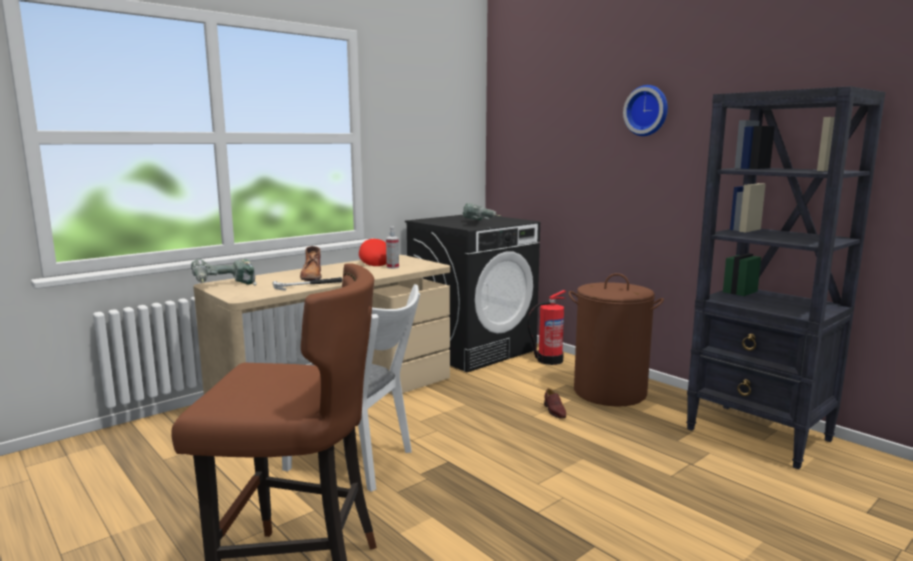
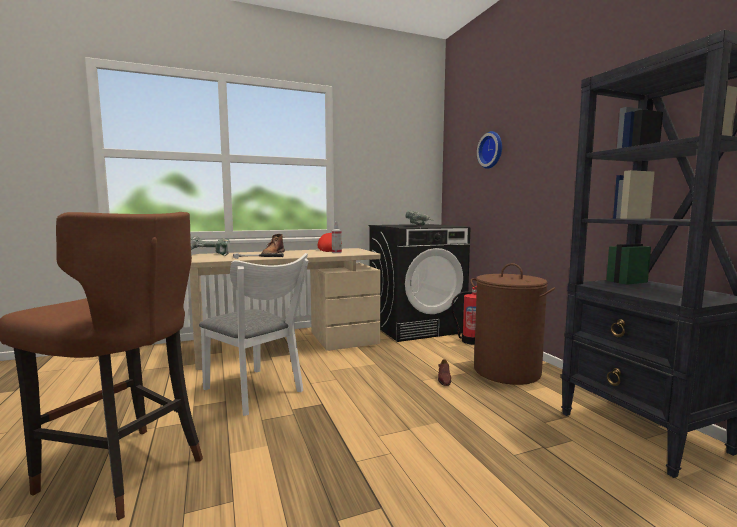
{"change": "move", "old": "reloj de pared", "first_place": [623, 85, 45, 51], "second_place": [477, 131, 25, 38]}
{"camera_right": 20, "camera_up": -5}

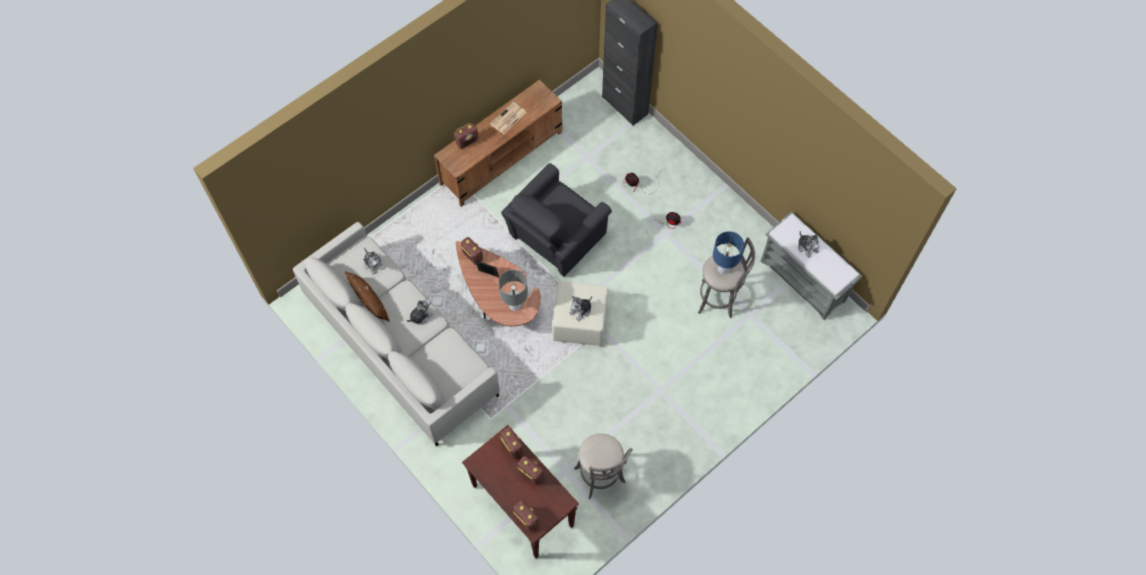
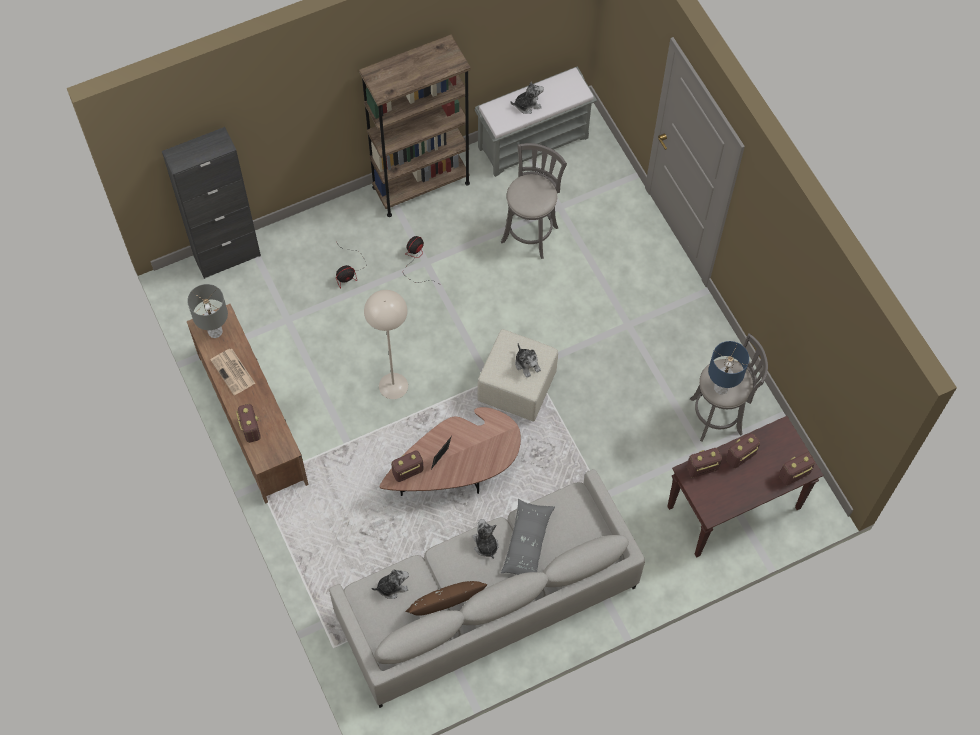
{"change": "replace", "old": "sillón [gris]", "new": "lámpara de pie [beis]", "first_place": [501, 163, 111, 113], "second_place": [364, 290, 44, 109]}
{"change": "move", "old": "lámpara de mesa [azul]", "first_place": [713, 231, 31, 44], "second_place": [708, 341, 41, 54]}
{"change": "move", "old": "lámpara de mesa [gris]", "first_place": [499, 270, 29, 41], "second_place": [187, 284, 41, 54]}
{"change": "insert", "new": "estantería [marrón]", "second_place": [359, 34, 112, 183]}
{"change": "insert", "new": "cojín [gris]", "second_place": [501, 499, 54, 76]}
{"camera_right": -75, "camera_up": 0}

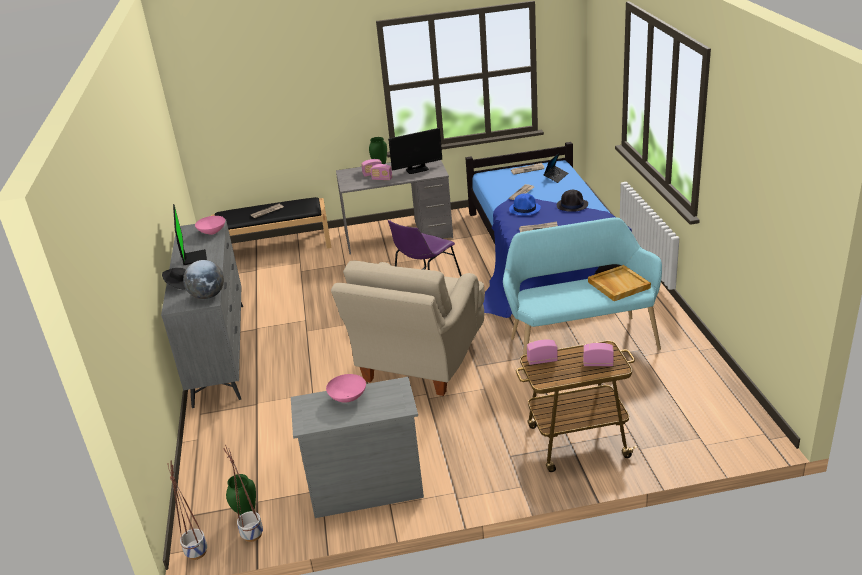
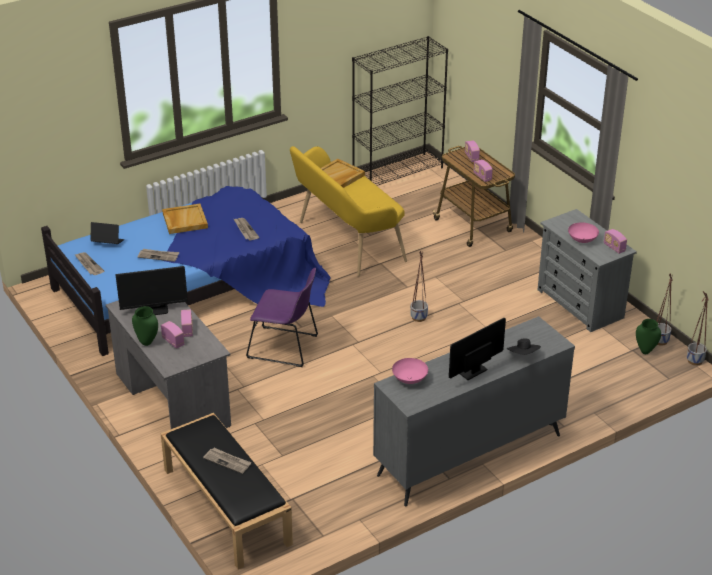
{"change": "rotate", "old": "monitor", "first_place": [388, 128, 54, 46], "second_place": [116, 266, 72, 49], "degrees": 120}
{"change": "replace", "old": "sombrero [negro]", "new": "bandeja [beis]", "first_place": [557, 190, 31, 22], "second_place": [162, 204, 46, 30]}
{"change": "delete", "old": "sombrero [azul]", "first_place": [509, 193, 32, 22]}
{"change": "recolor", "old": "banco [turquesa]", "new": "banco [amarillo]", "first_place": [503, 217, 159, 157], "second_place": [290, 146, 117, 130]}
{"change": "delete", "old": "globo terráqueo", "first_place": [183, 260, 41, 39]}
{"change": "replace", "old": "sillón [beis]", "new": "maceta", "first_place": [331, 261, 154, 135], "second_place": [410, 251, 18, 71]}
{"change": "insert", "new": "estantería [negro]", "second_place": [352, 36, 96, 150]}
{"change": "insert", "new": "radio", "second_place": [604, 229, 23, 25]}
{"camera_right": -115, "camera_up": 5}

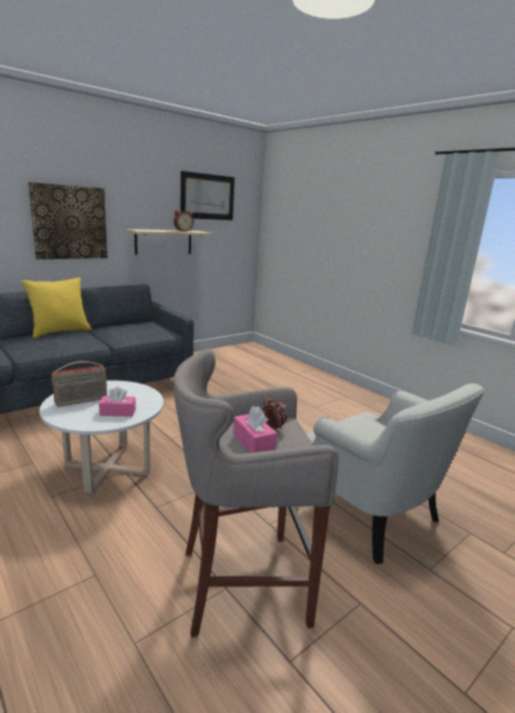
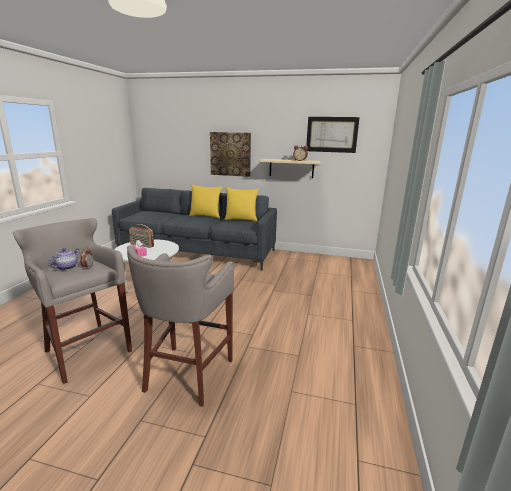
{"change": "replace", "old": "sillón [blanco]", "new": "taburete [gris]", "first_place": [306, 383, 179, 181], "second_place": [127, 245, 107, 162]}
{"change": "replace", "old": "caja de pañuelos [rosa]", "new": "tetera", "first_place": [233, 406, 44, 47], "second_place": [48, 248, 31, 22]}
{"change": "insert", "new": "cojín [amarillo]", "second_place": [224, 187, 35, 35]}
{"camera_right": 55, "camera_up": 0}

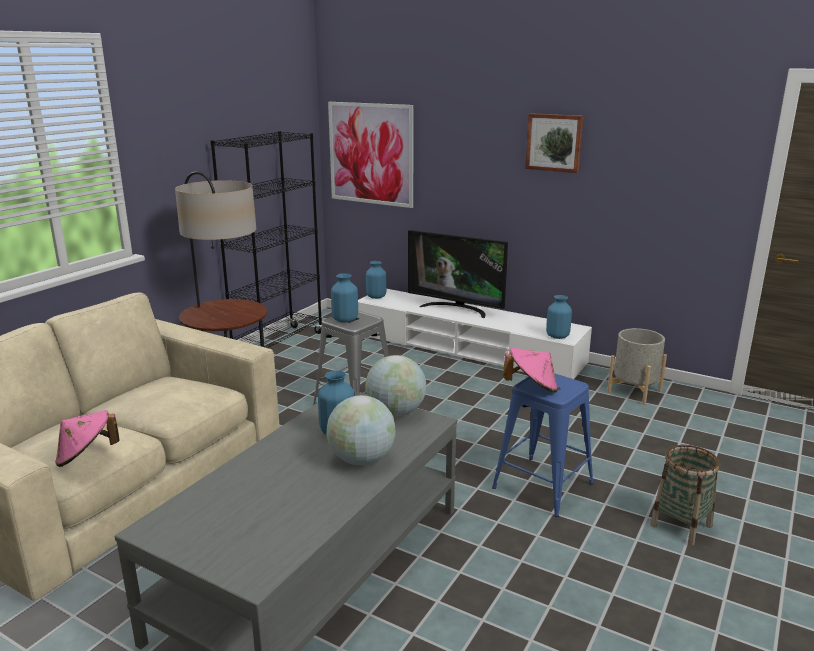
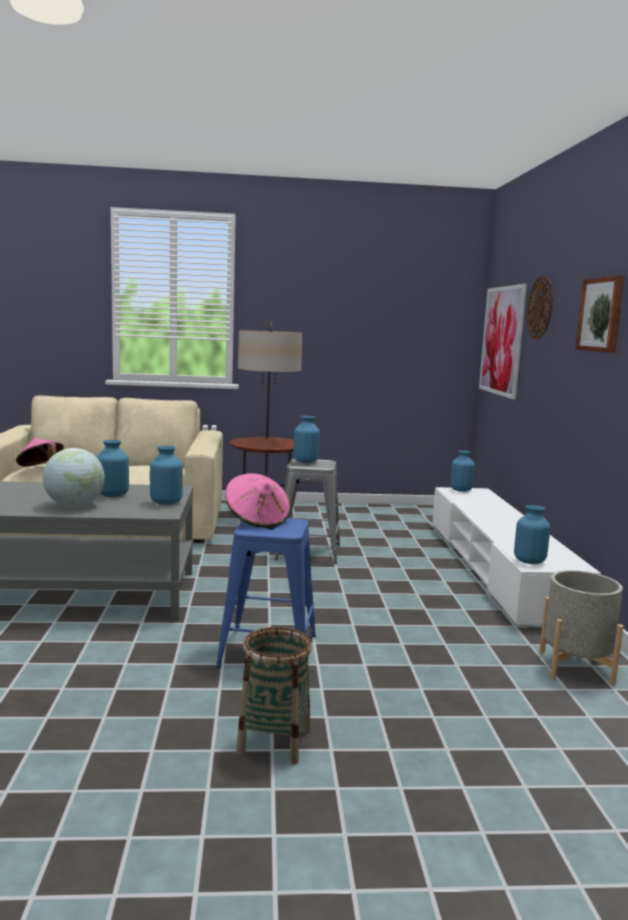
{"change": "delete", "old": "estantería [negro]", "first_place": [210, 131, 112, 217]}
{"change": "delete", "old": "televisor", "first_place": [408, 230, 100, 88]}
{"change": "replace", "old": "globo terráqueo", "new": "florero [azul]", "first_place": [365, 355, 61, 62], "second_place": [150, 446, 33, 59]}
{"change": "insert", "new": "reloj de pared", "second_place": [527, 276, 26, 63]}
{"camera_right": 55, "camera_up": -10}

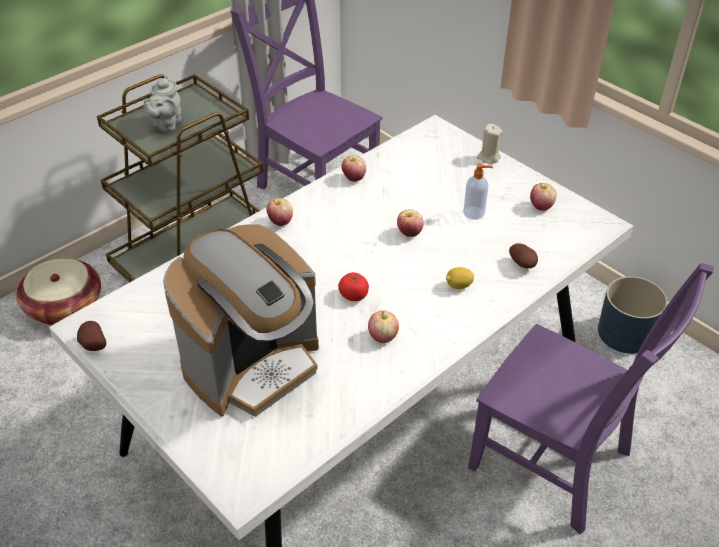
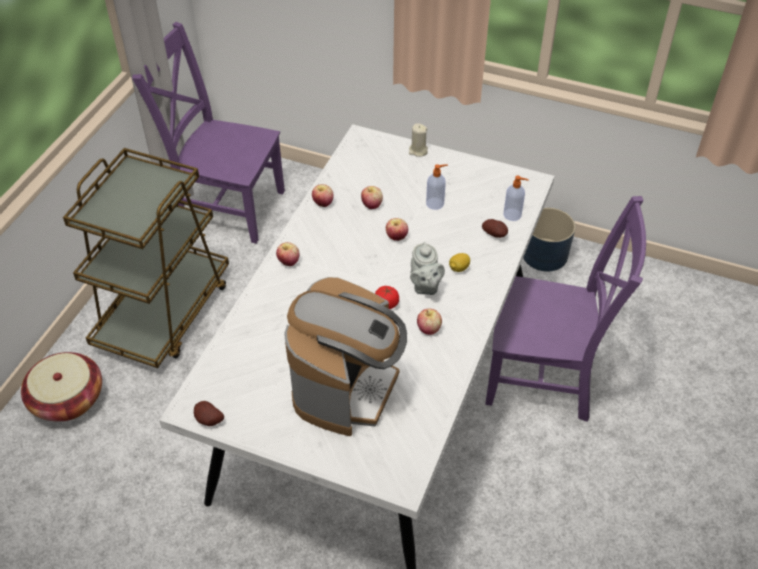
{"change": "move", "old": "tetera [gris]", "first_place": [144, 76, 38, 56], "second_place": [410, 242, 35, 53]}
{"change": "move", "old": "manzana", "first_place": [530, 183, 26, 28], "second_place": [361, 186, 22, 23]}
{"change": "insert", "new": "dispensador de jabón", "second_place": [503, 175, 26, 46]}
{"camera_right": -25, "camera_up": 5}

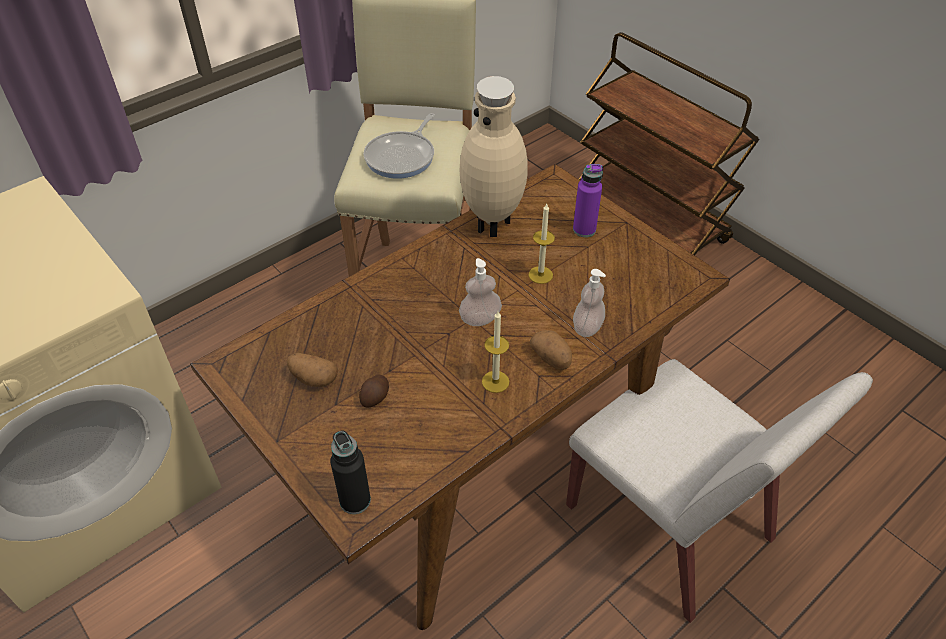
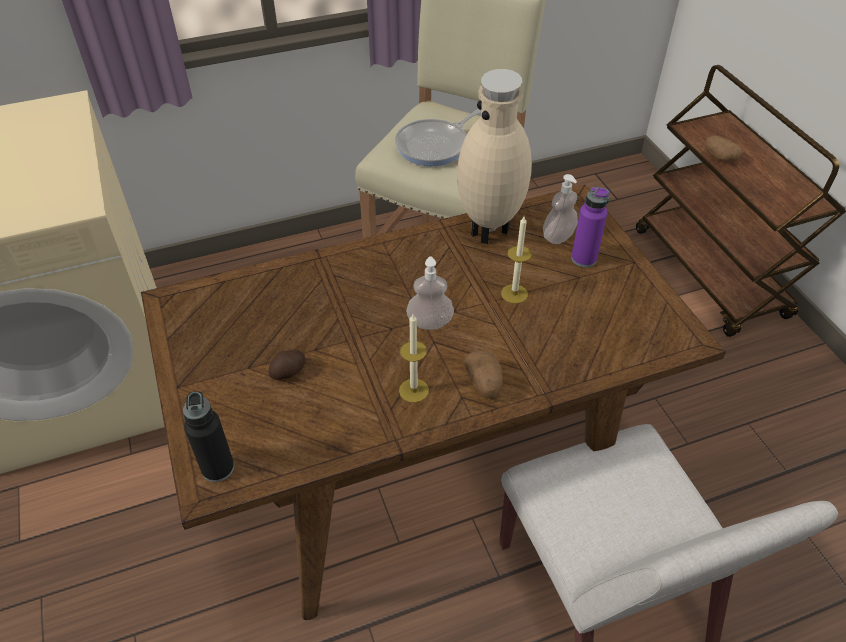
{"change": "move", "old": "dispensador de jabón", "first_place": [573, 269, 33, 68], "second_place": [543, 174, 35, 70]}
{"change": "move", "old": "patata", "first_place": [287, 353, 51, 34], "second_place": [705, 135, 37, 27]}
{"camera_right": 20, "camera_up": 0}

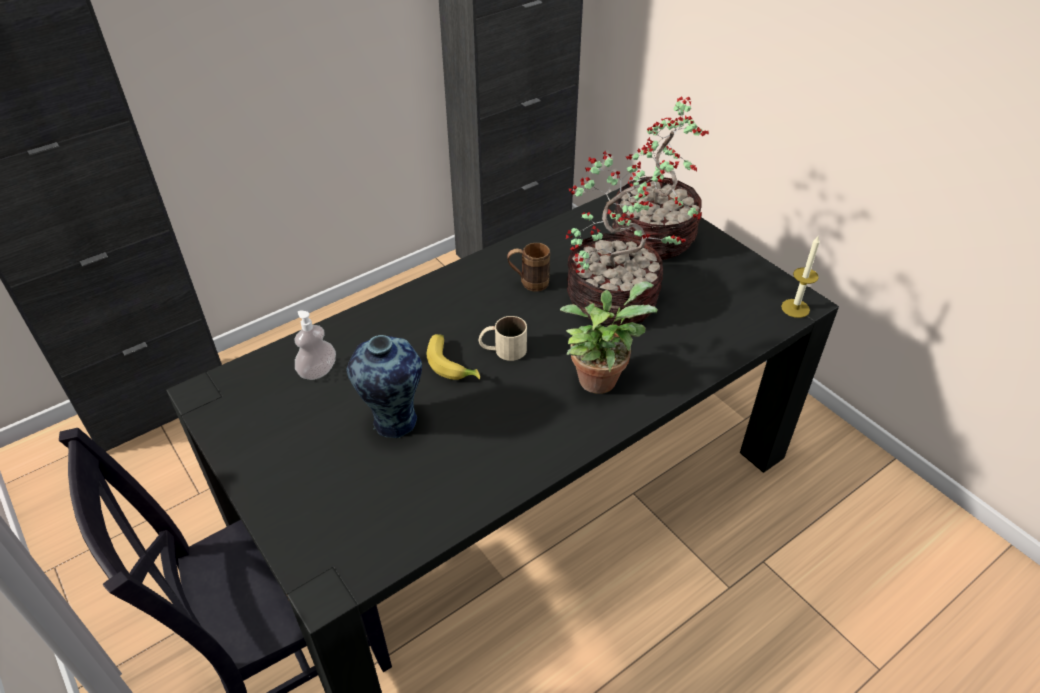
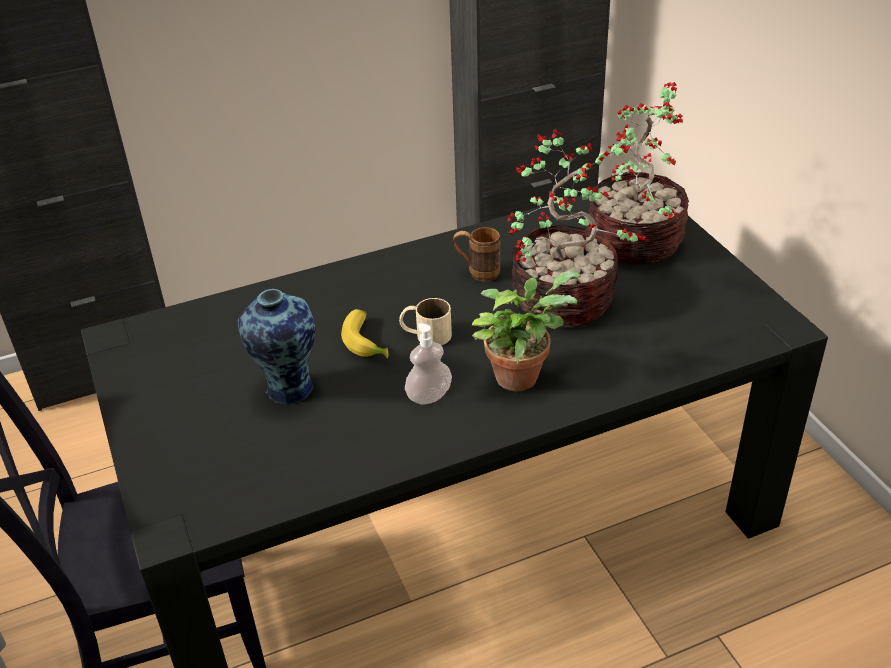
{"change": "delete", "old": "vela", "first_place": [781, 235, 39, 83]}
{"change": "move", "old": "dispensador de jabón", "first_place": [295, 310, 41, 70], "second_place": [405, 323, 47, 82]}
{"camera_right": 15, "camera_up": -5}

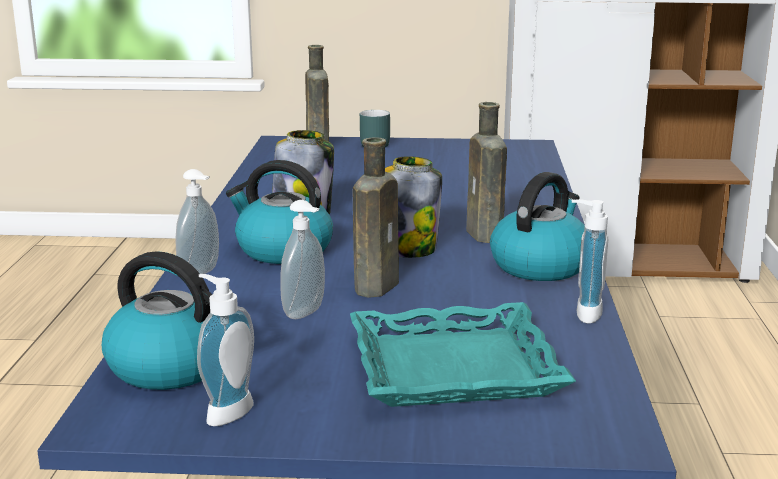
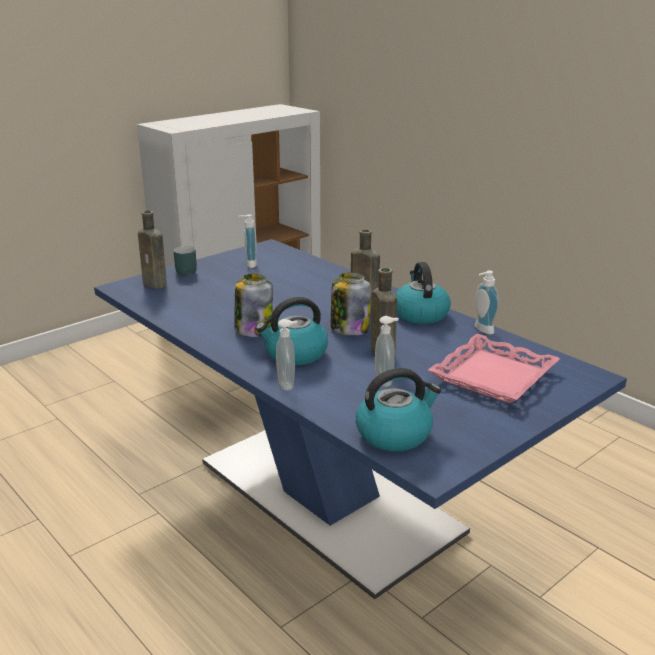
{"change": "move", "old": "dispensador de jabón", "first_place": [197, 274, 57, 152], "second_place": [238, 214, 19, 54]}
{"change": "recolor", "old": "bandeja [turquesa]", "new": "bandeja [rosa]", "first_place": [350, 302, 226, 105], "second_place": [428, 334, 132, 69]}
{"camera_right": -45, "camera_up": 5}

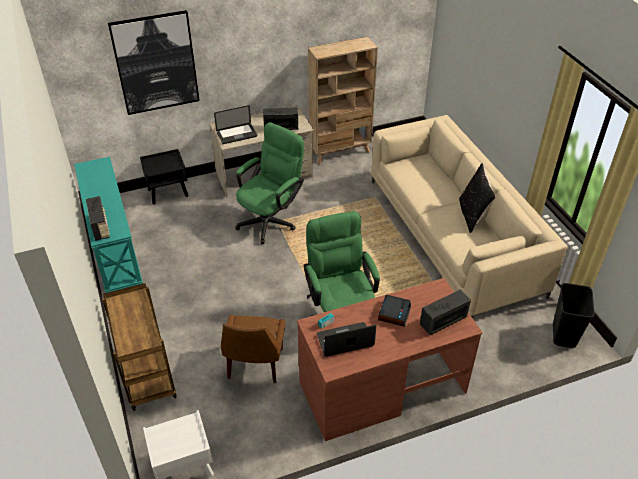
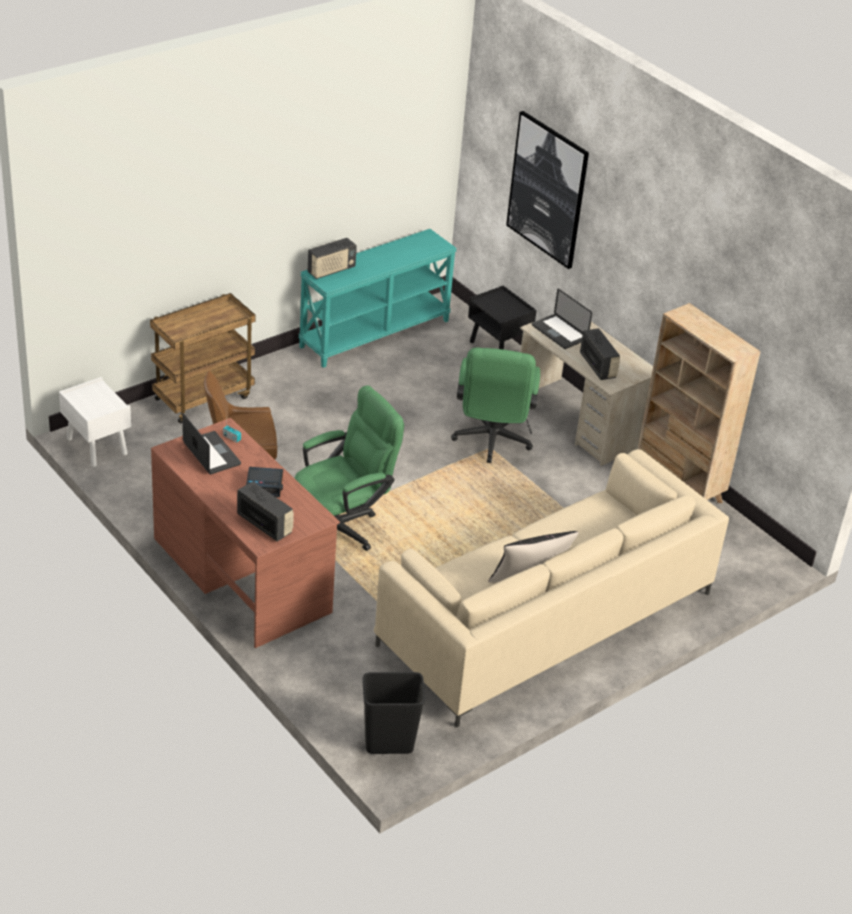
{"change": "rotate", "old": "silla de oficina [verde]", "first_place": [235, 122, 69, 122], "second_place": [451, 347, 89, 116], "degrees": 75}
{"camera_right": 70, "camera_up": -5}

